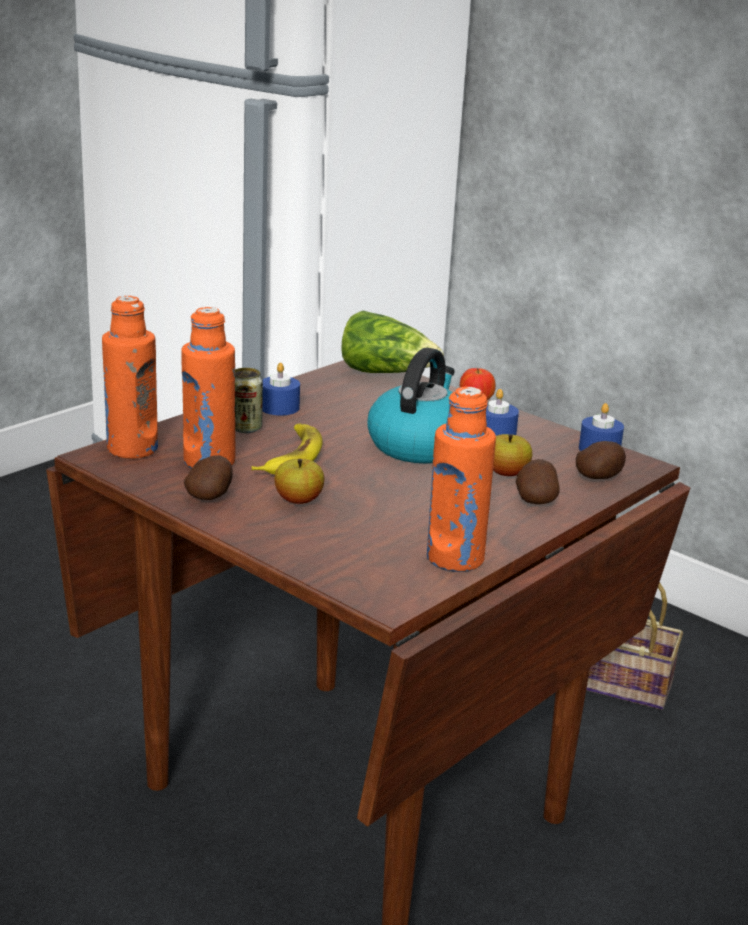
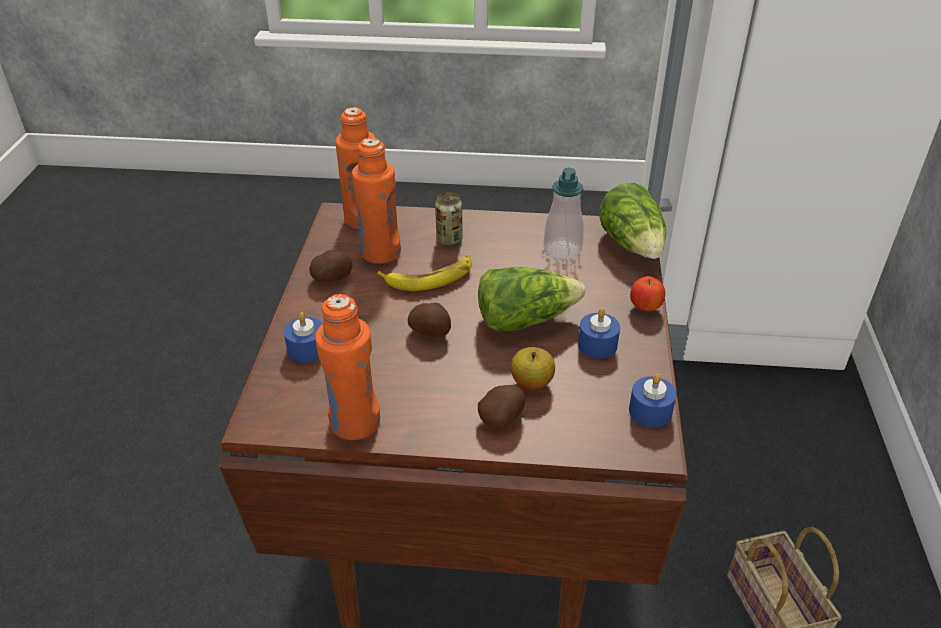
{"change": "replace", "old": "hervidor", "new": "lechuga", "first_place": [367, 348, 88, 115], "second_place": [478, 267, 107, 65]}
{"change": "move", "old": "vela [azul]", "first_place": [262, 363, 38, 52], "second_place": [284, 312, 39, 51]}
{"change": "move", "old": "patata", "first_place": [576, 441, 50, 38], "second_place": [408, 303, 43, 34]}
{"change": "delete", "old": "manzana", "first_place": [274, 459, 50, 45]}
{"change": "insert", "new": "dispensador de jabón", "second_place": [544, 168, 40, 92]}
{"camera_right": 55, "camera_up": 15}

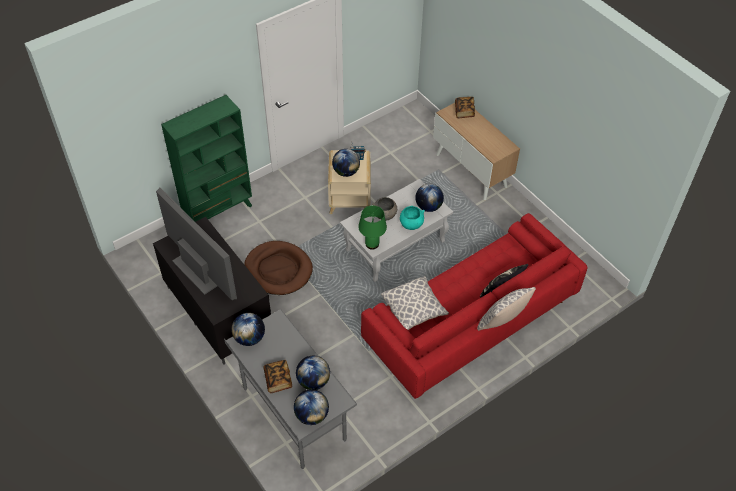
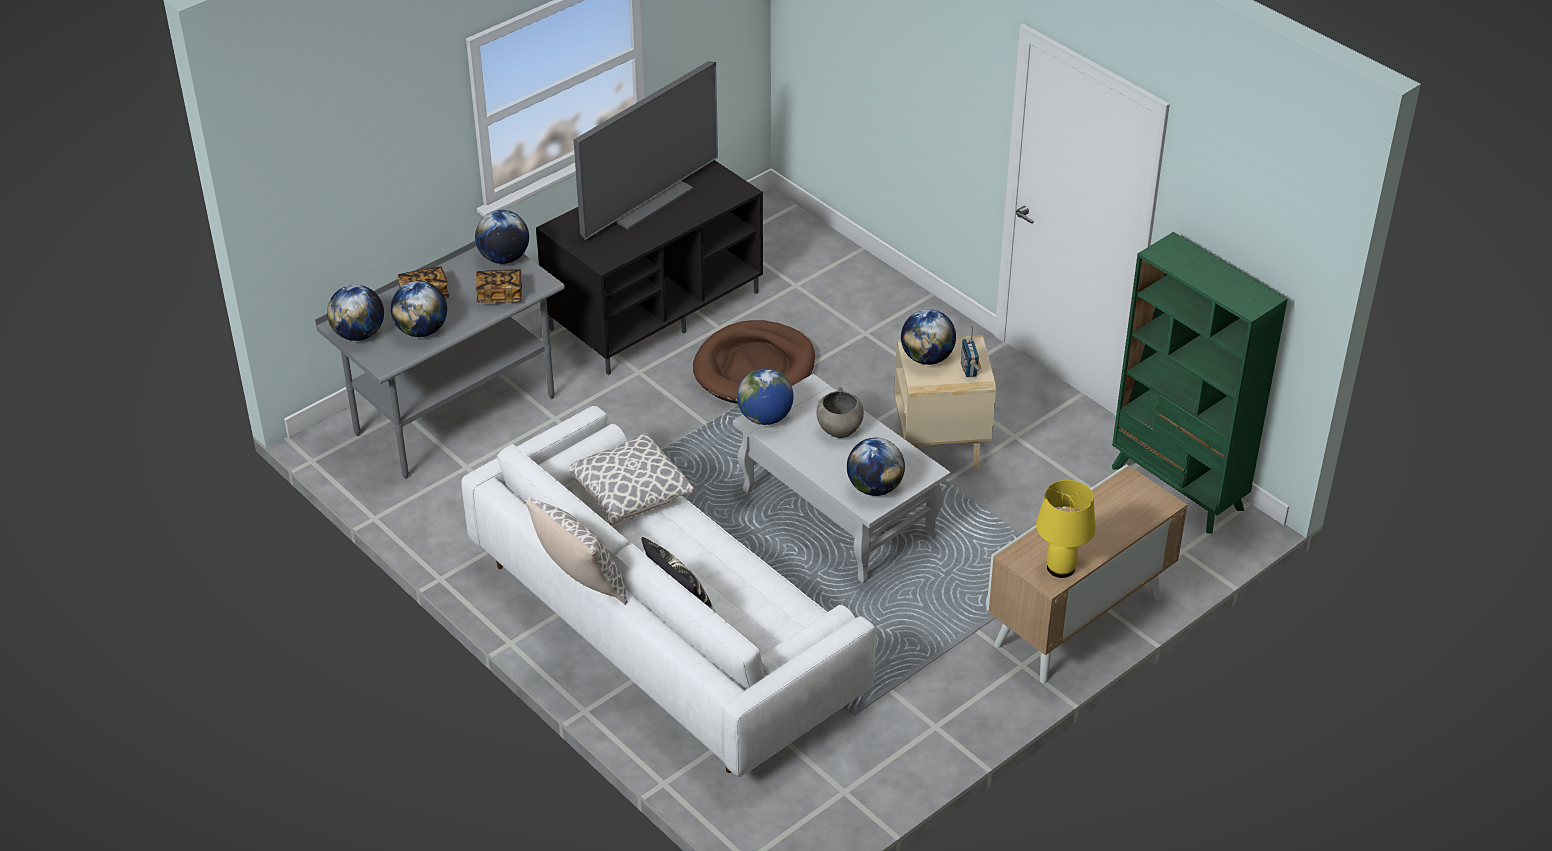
{"change": "move", "old": "estantería [verde]", "first_place": [161, 95, 91, 127], "second_place": [1112, 232, 176, 301]}
{"change": "move", "old": "libro", "first_place": [455, 97, 20, 21], "second_place": [475, 269, 47, 34]}
{"change": "replace", "old": "lámpara de mesa [verde]", "new": "globo terráqueo", "first_place": [358, 205, 29, 45], "second_place": [737, 368, 57, 57]}
{"change": "delete", "old": "cuenco [turquesa]", "first_place": [400, 206, 25, 24]}
{"change": "recolor", "old": "sofá [rojo]", "new": "sofá [blanco]", "first_place": [361, 213, 227, 186], "second_place": [461, 406, 415, 371]}
{"change": "insert", "new": "lámpara de mesa [amarillo]", "second_place": [1036, 480, 60, 98]}
{"camera_right": 85, "camera_up": -10}

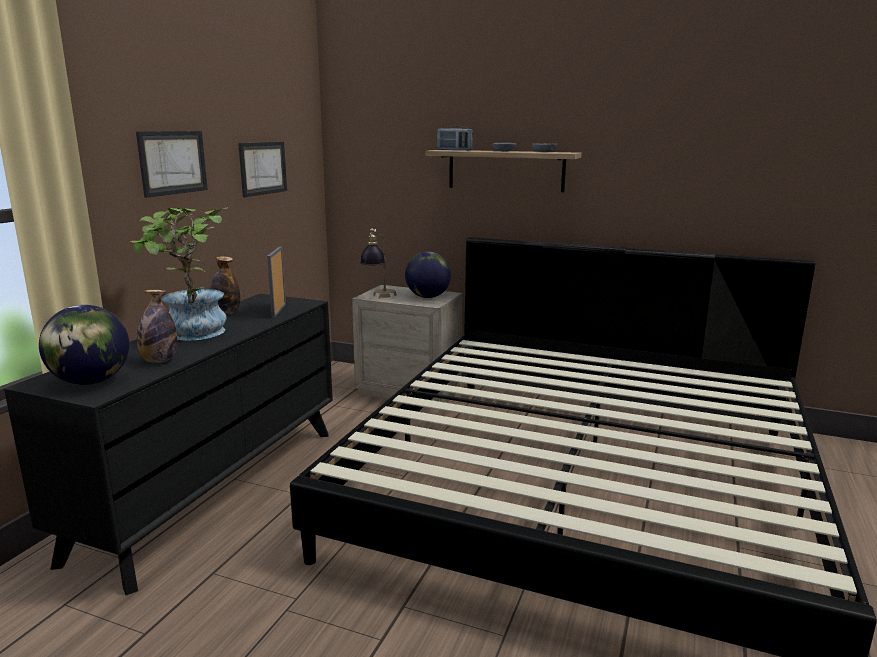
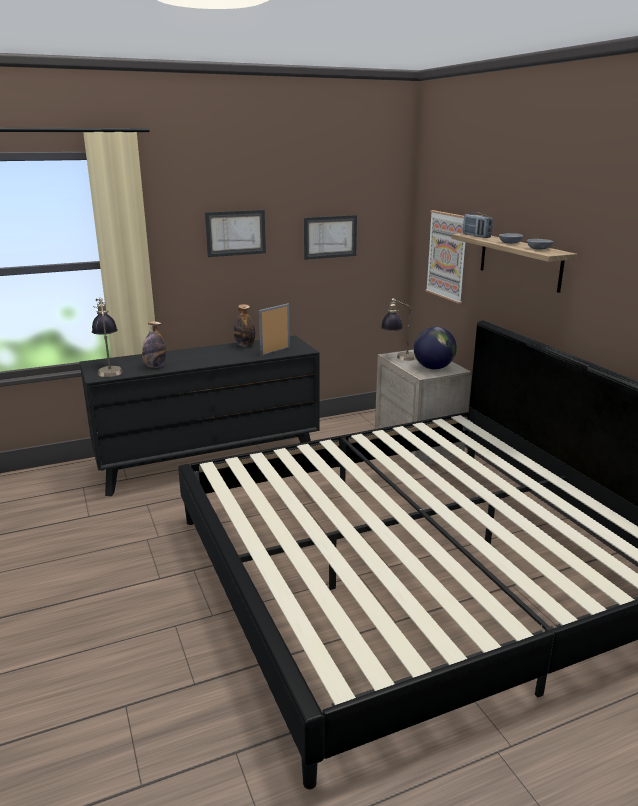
{"change": "delete", "old": "planta en maceta", "first_place": [131, 208, 96, 133]}
{"change": "replace", "old": "globo terráqueo", "new": "lámpara de mesa", "first_place": [39, 305, 90, 80], "second_place": [92, 298, 31, 79]}
{"change": "insert", "new": "cuadro", "second_place": [425, 210, 40, 94]}
{"camera_right": 45, "camera_up": 5}

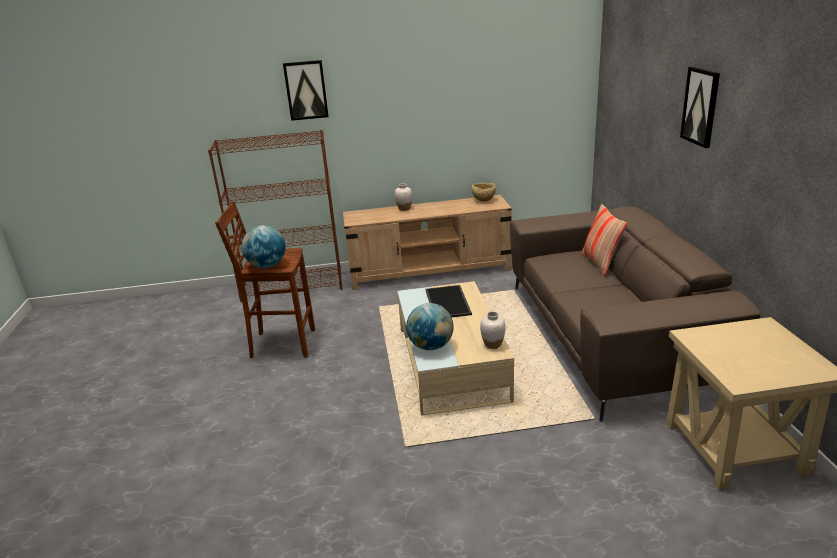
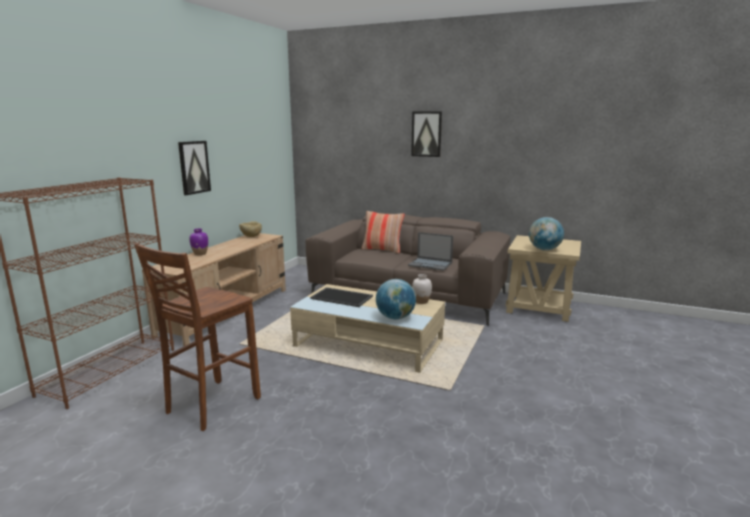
{"change": "move", "old": "cuadro", "first_place": [283, 60, 46, 61], "second_place": [178, 141, 33, 54]}
{"change": "recolor", "old": "florero [blanco]", "new": "florero [morado]", "first_place": [395, 183, 17, 28], "second_place": [189, 229, 19, 26]}
{"change": "move", "old": "globo terráqueo", "first_place": [242, 225, 44, 43], "second_place": [529, 217, 35, 33]}
{"change": "insert", "new": "portátil", "second_place": [408, 232, 45, 39]}
{"camera_right": -60, "camera_up": -10}

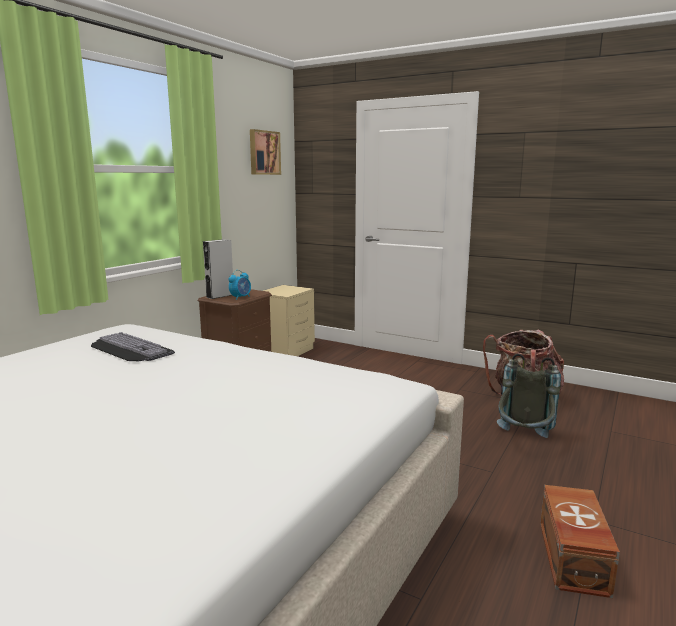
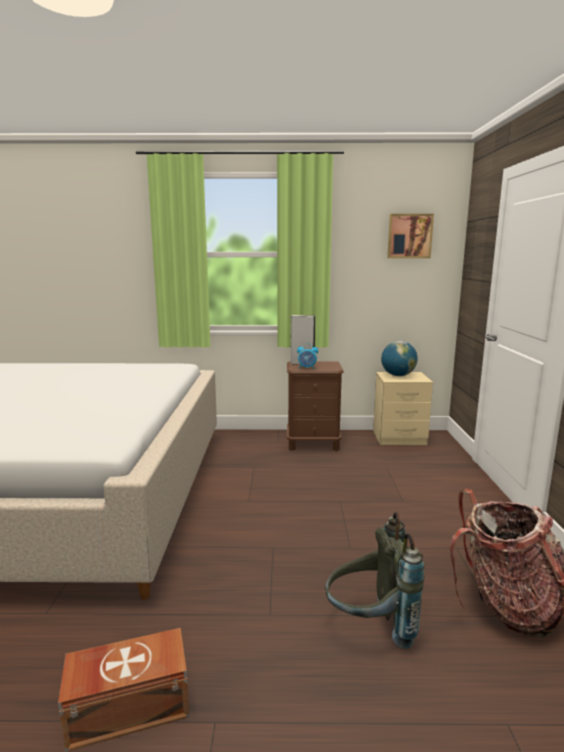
{"change": "delete", "old": "teclado", "first_place": [91, 332, 84, 29]}
{"change": "insert", "new": "globo terráqueo", "second_place": [381, 341, 37, 35]}
{"camera_right": 60, "camera_up": 0}

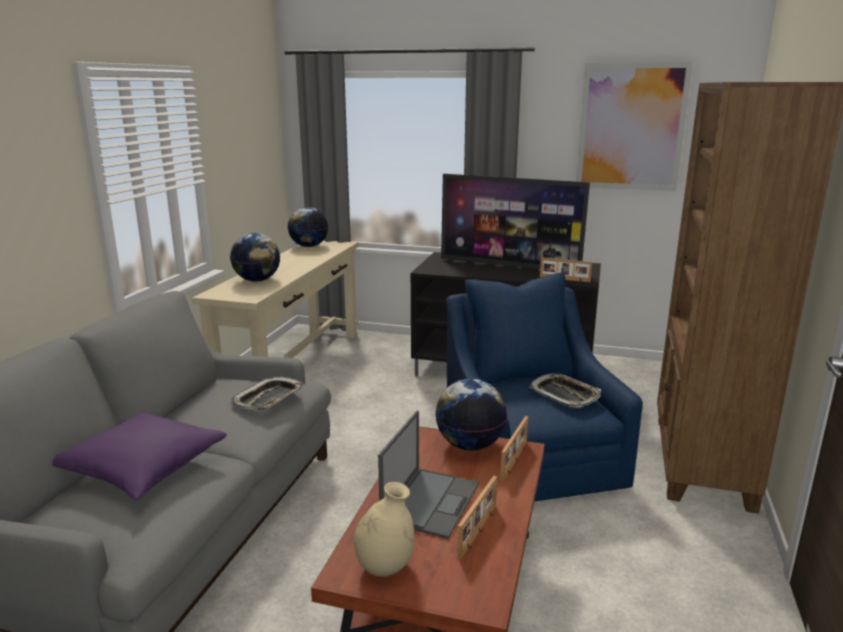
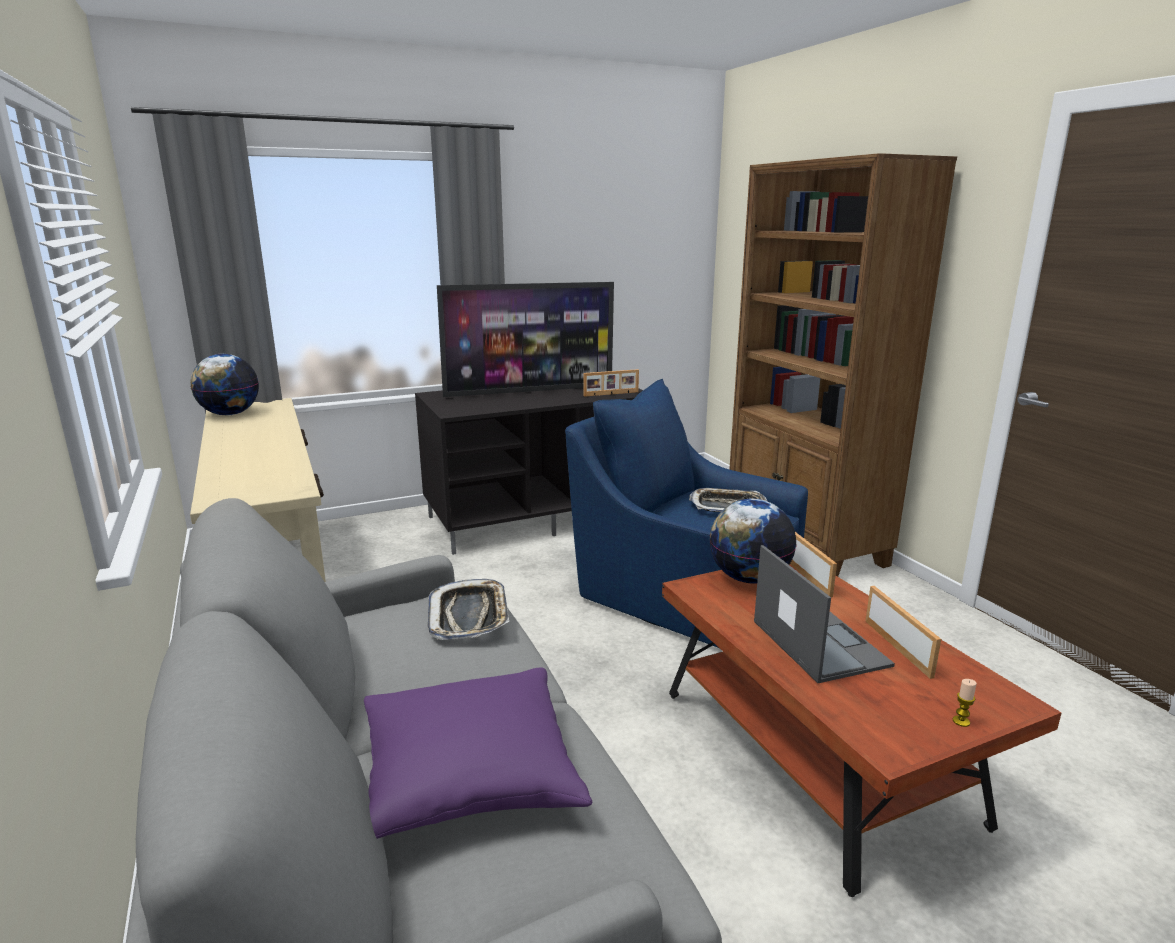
{"change": "delete", "old": "cuadro", "first_place": [576, 62, 117, 129]}
{"change": "delete", "old": "globo terráqueo", "first_place": [230, 233, 50, 49]}
{"change": "delete", "old": "florero [beis]", "first_place": [354, 482, 61, 95]}
{"change": "insert", "new": "vela", "second_place": [953, 679, 24, 48]}
{"camera_right": -40, "camera_up": 0}

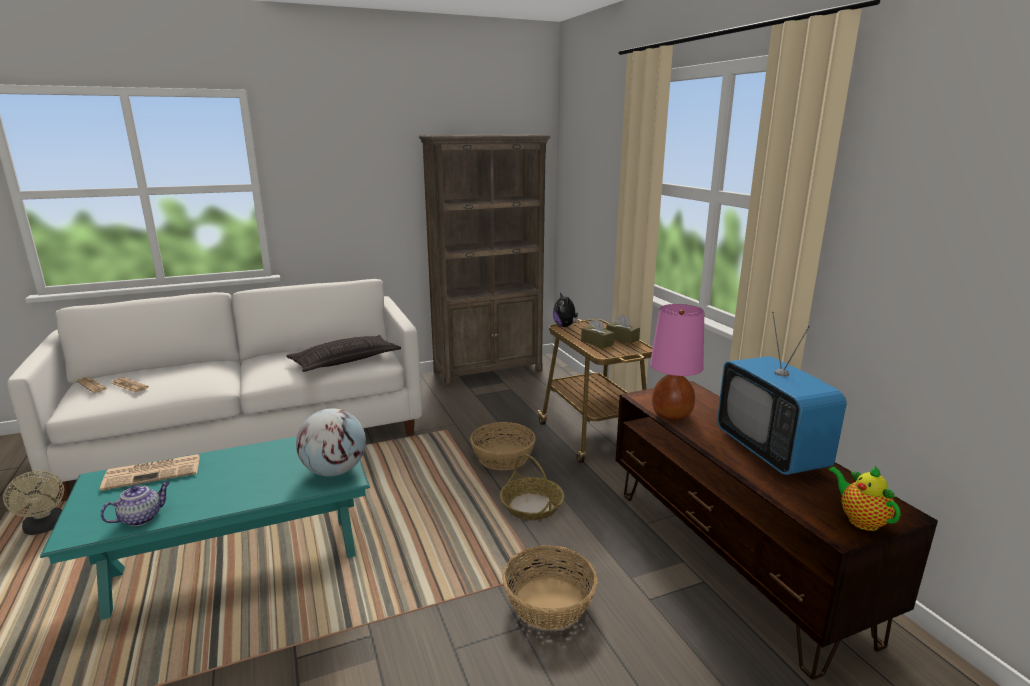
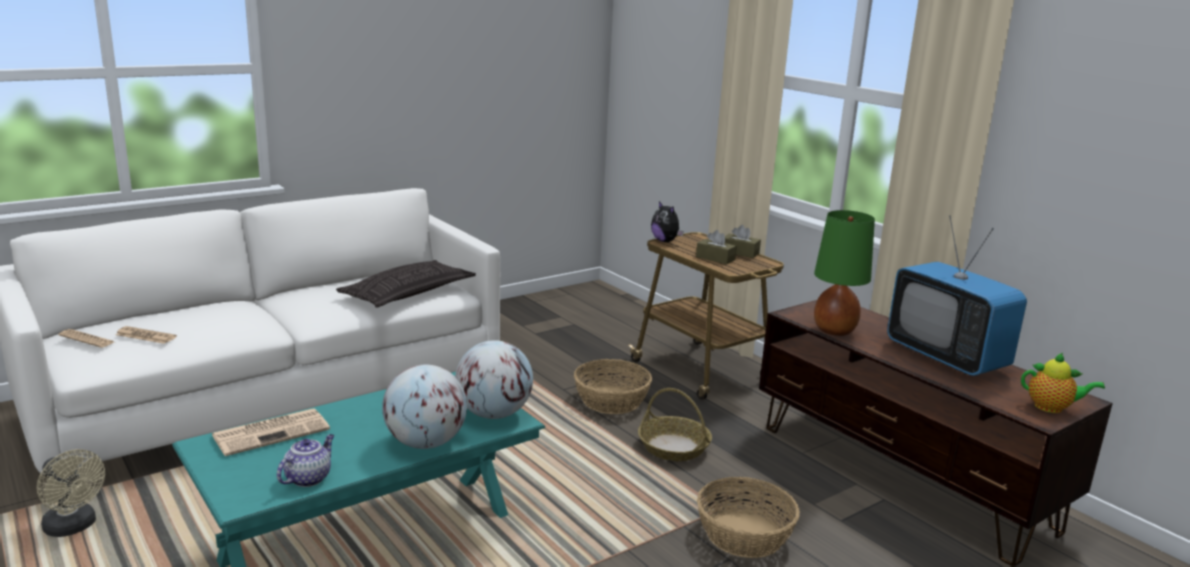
{"change": "delete", "old": "estantería [marrón]", "first_place": [419, 135, 131, 252]}
{"change": "recolor", "old": "lámpara de mesa [rosa]", "new": "lámpara de mesa [verde]", "first_place": [650, 304, 54, 117], "second_place": [814, 210, 61, 126]}
{"change": "rotate", "old": "tetera", "first_place": [828, 465, 73, 66], "second_place": [1021, 353, 84, 60], "degrees": 150}
{"change": "insert", "new": "globo terráqueo", "second_place": [382, 364, 85, 85]}
{"camera_right": -15, "camera_up": 0}

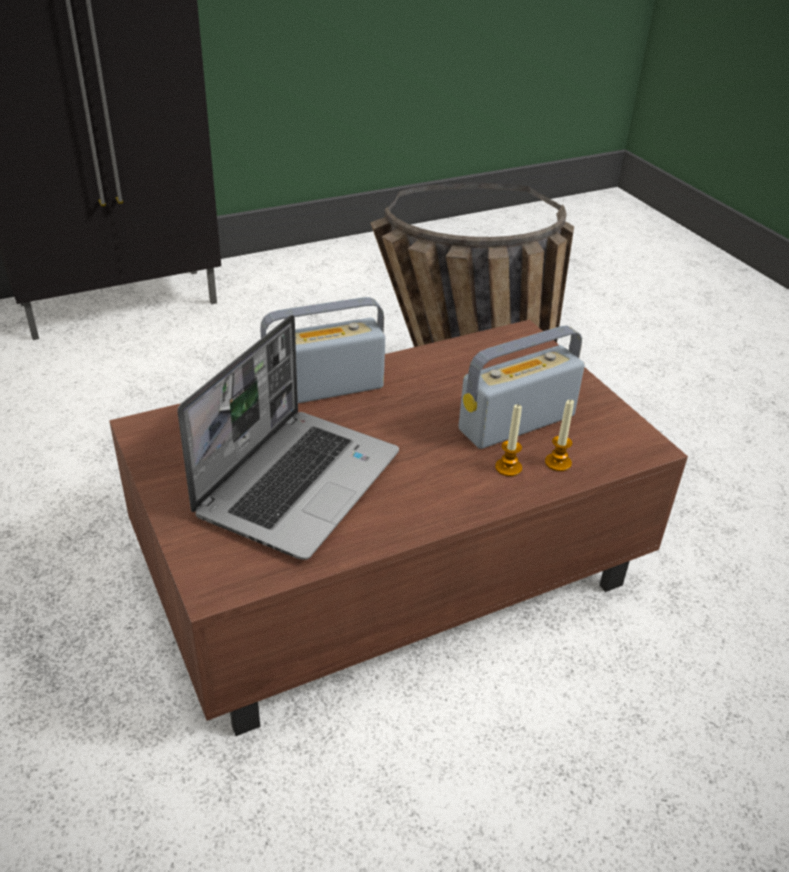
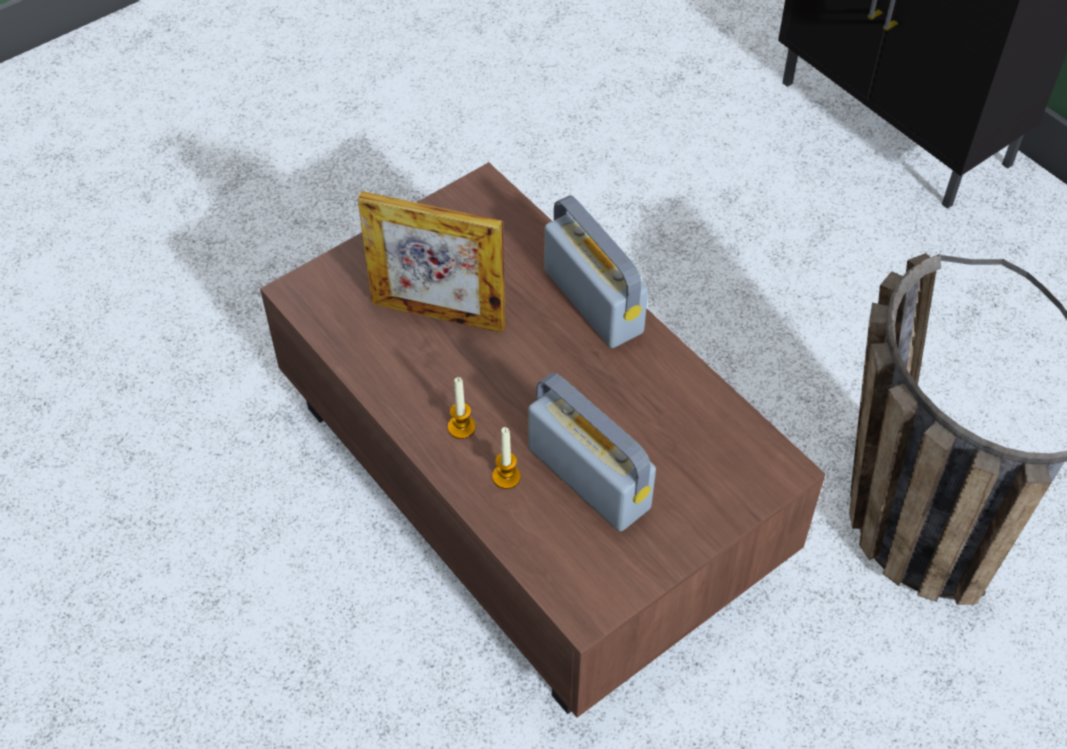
{"change": "replace", "old": "portátil", "new": "portarretratos", "first_place": [178, 315, 221, 245], "second_place": [357, 191, 148, 142]}
{"change": "move", "old": "vela", "first_place": [545, 399, 29, 73], "second_place": [448, 377, 28, 62]}
{"camera_right": 80, "camera_up": 15}

